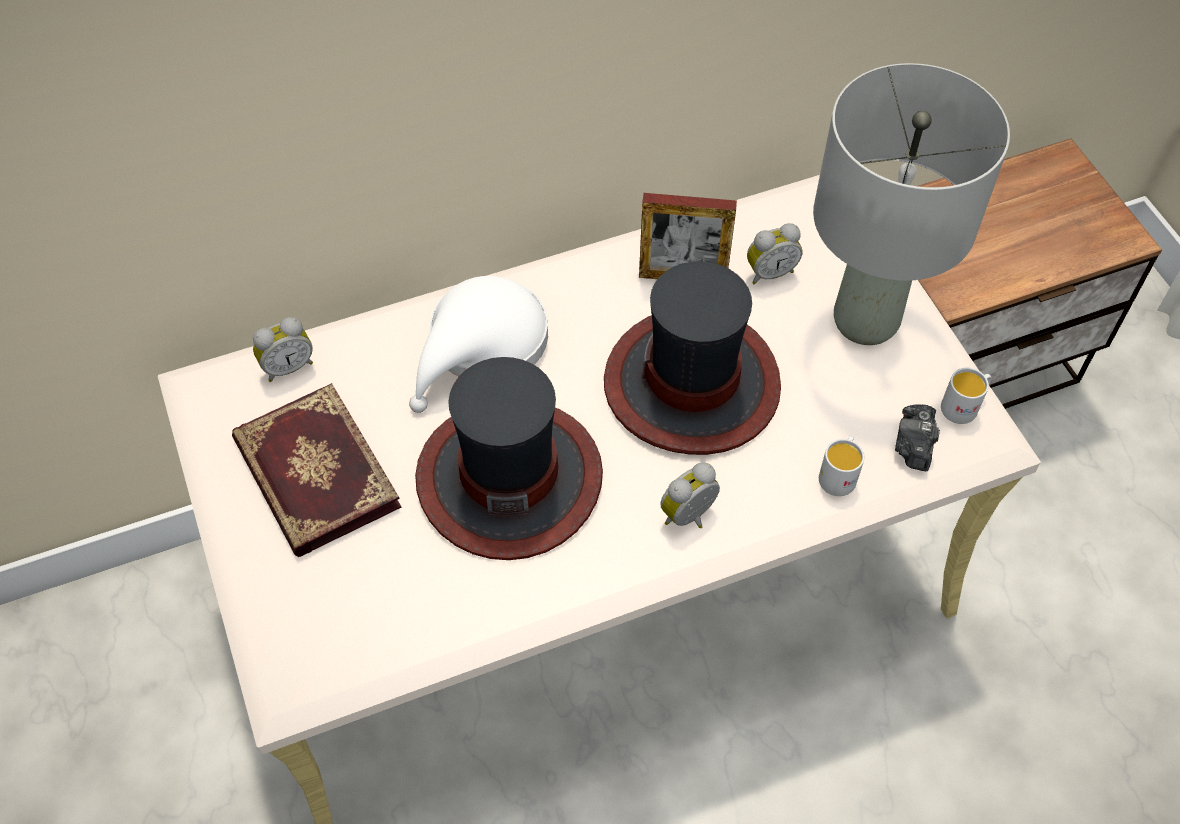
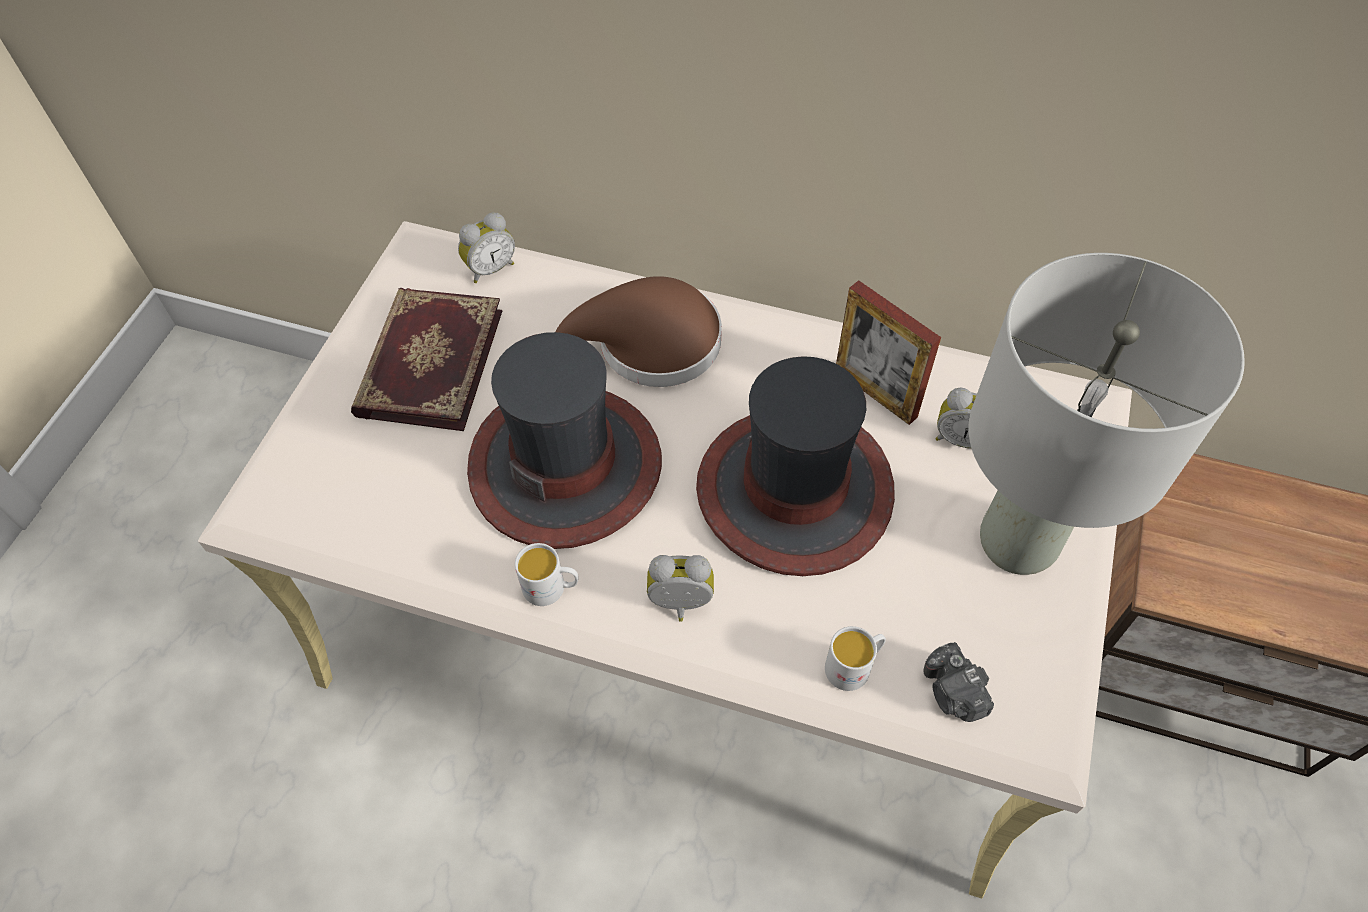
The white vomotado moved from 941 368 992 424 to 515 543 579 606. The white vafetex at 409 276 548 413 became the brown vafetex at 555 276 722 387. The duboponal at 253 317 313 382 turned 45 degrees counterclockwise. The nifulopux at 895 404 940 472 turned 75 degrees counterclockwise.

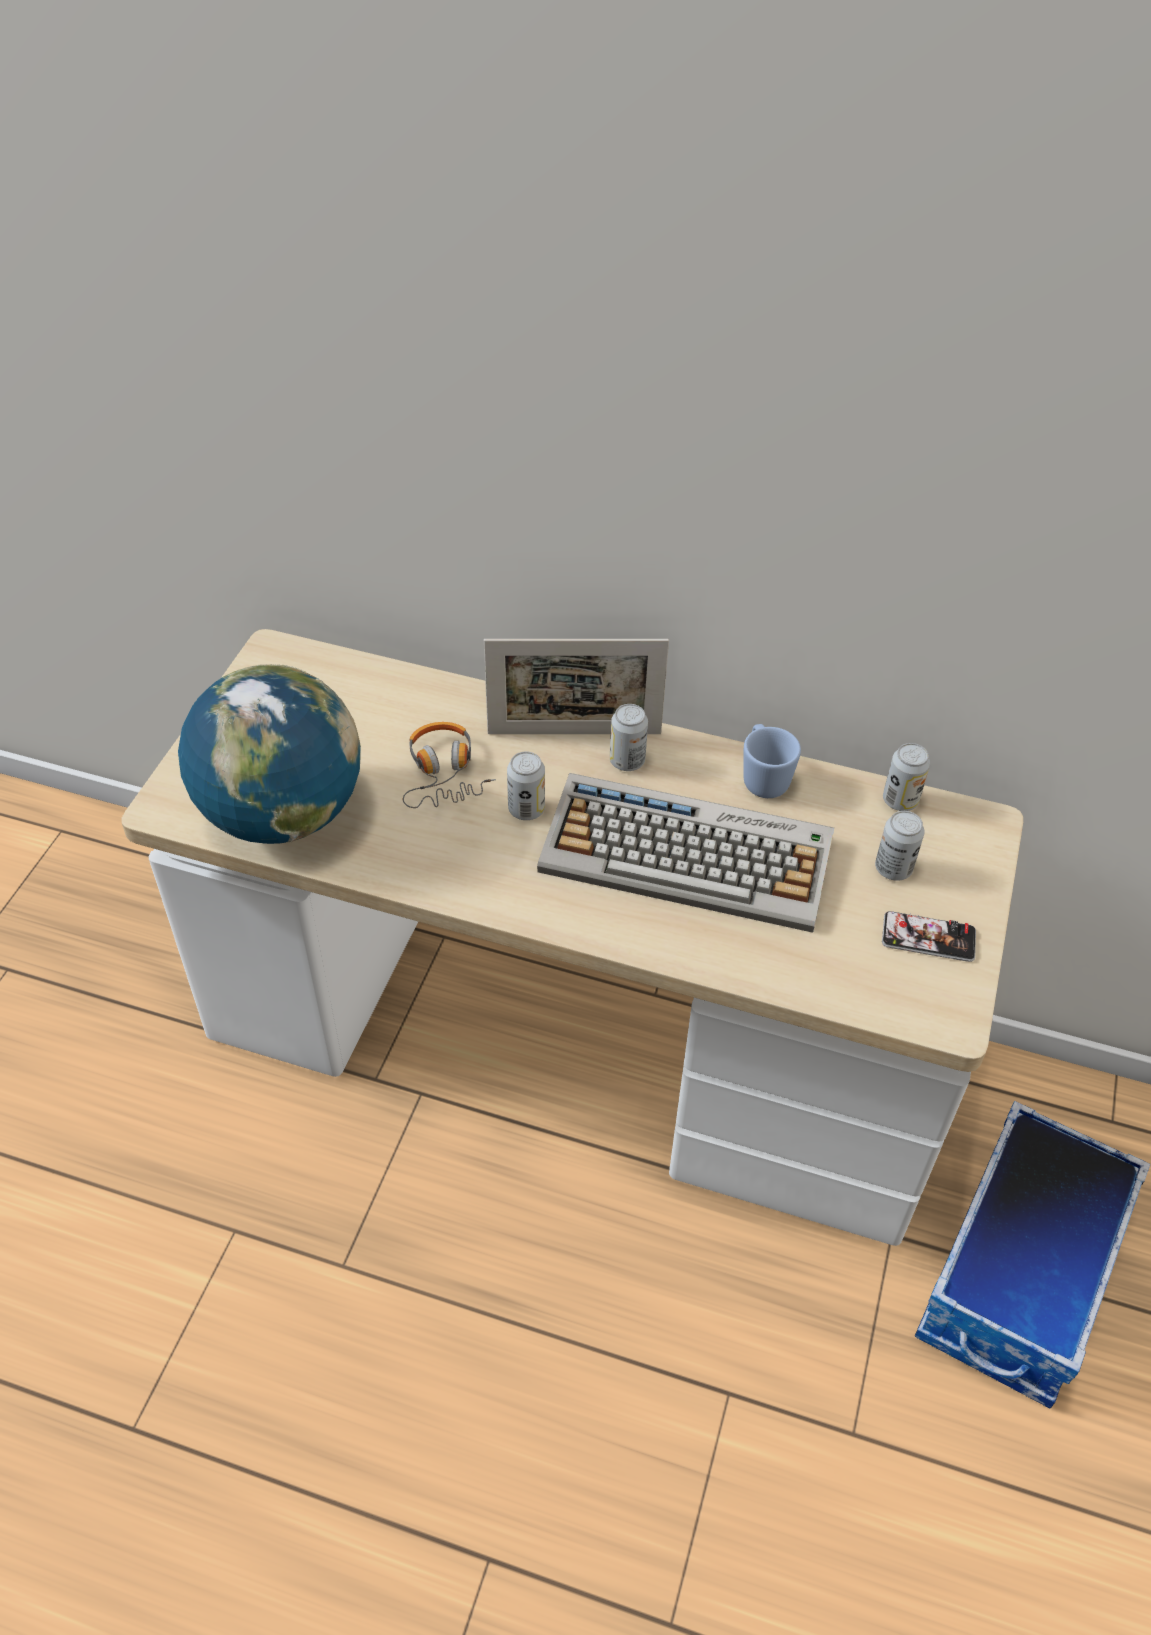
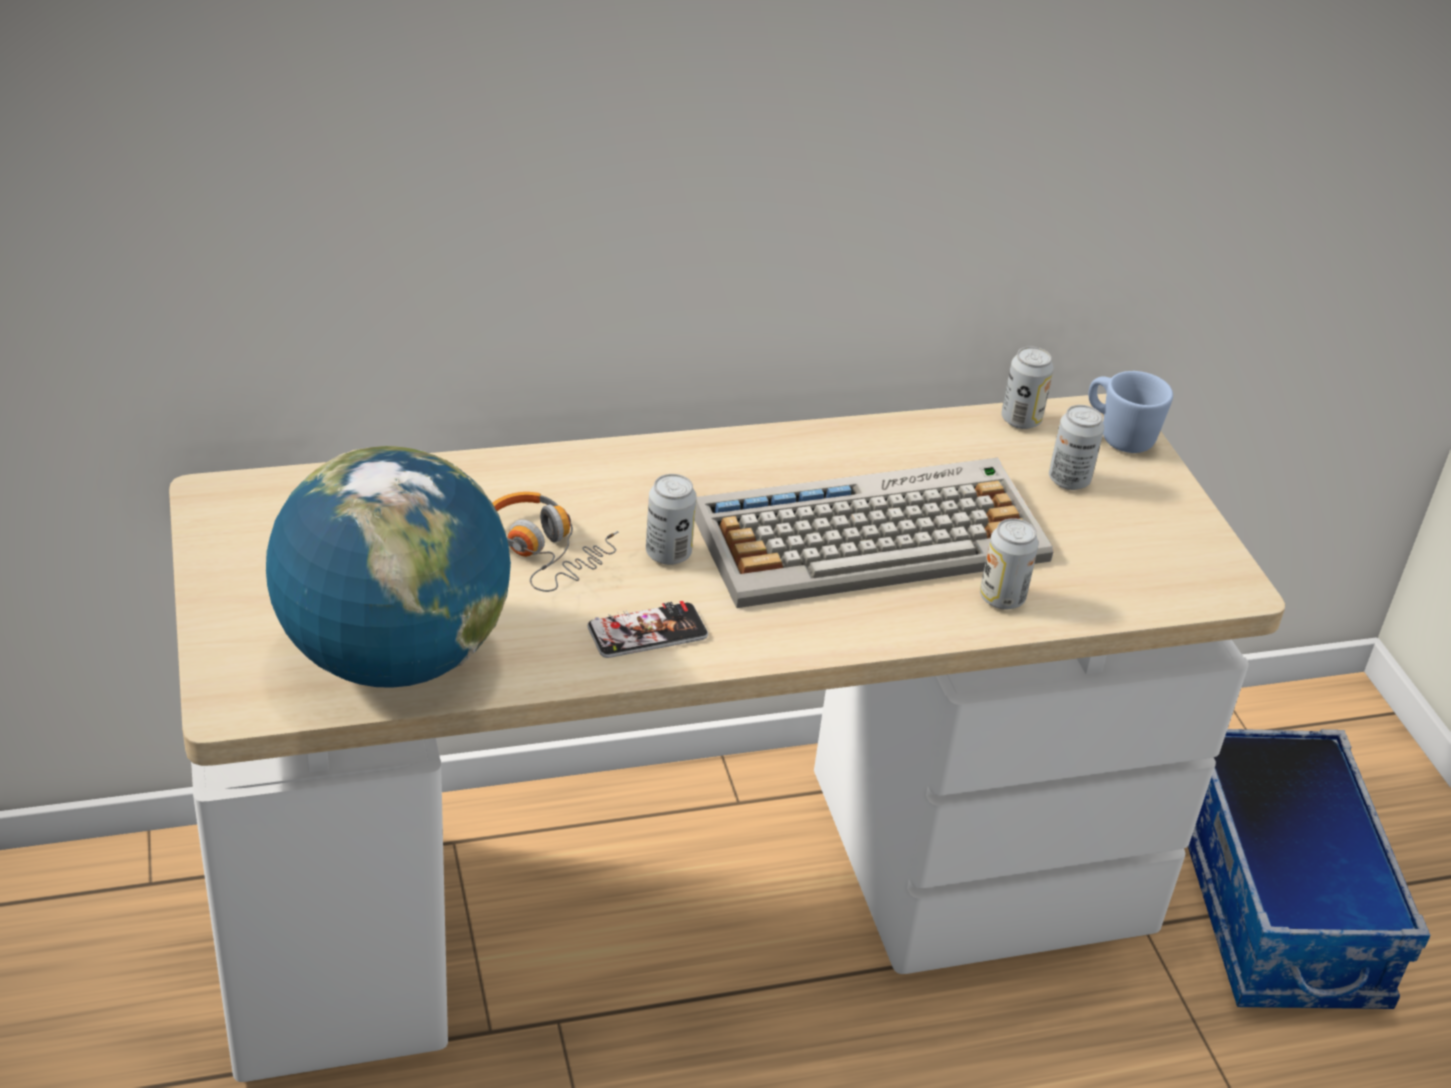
The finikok at 484 639 669 734 disappeared. The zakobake moved from 610 704 648 771 to 980 518 1039 610. The blue vomotado moved from 743 724 801 798 to 1088 371 1173 453. The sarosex moved from 882 911 976 962 to 587 601 708 658.

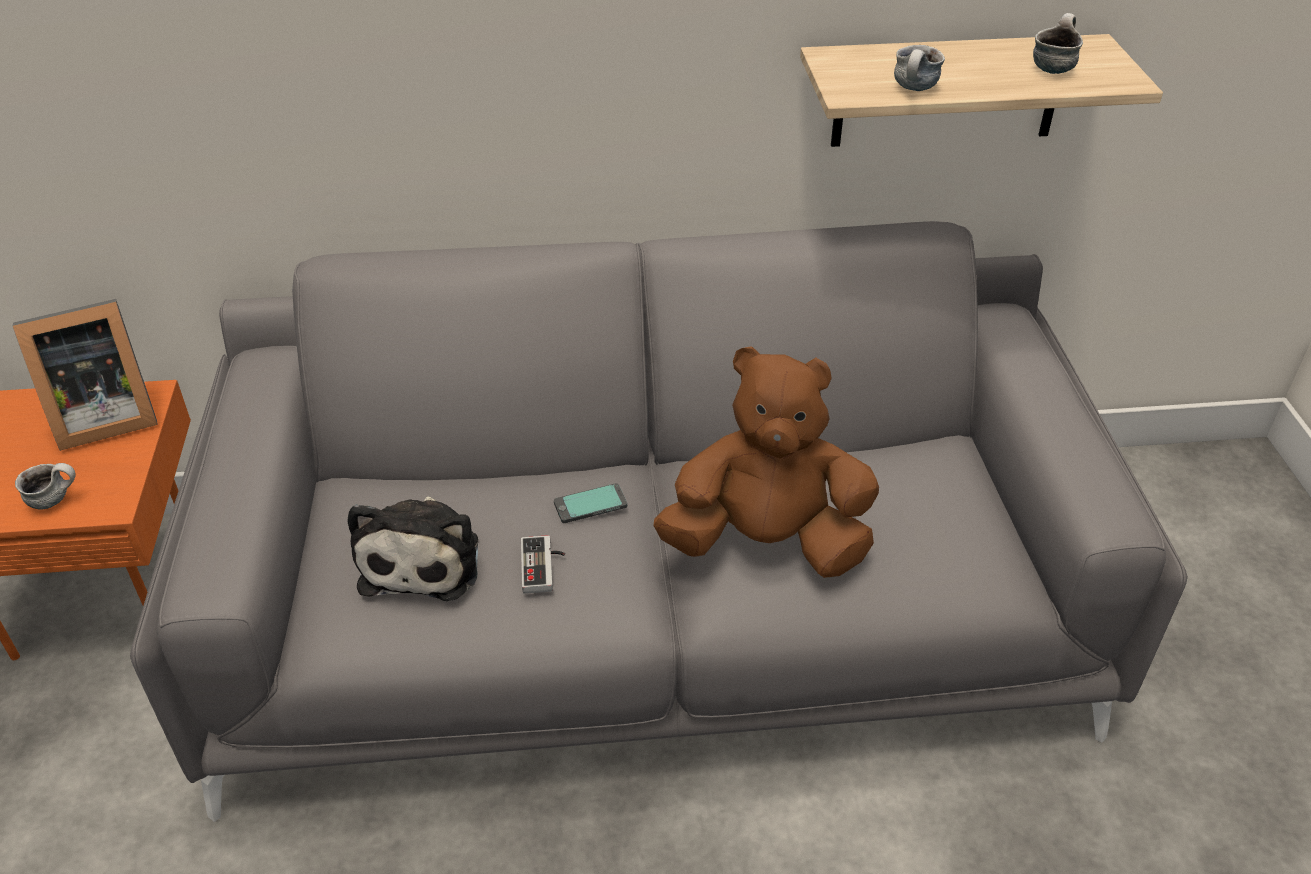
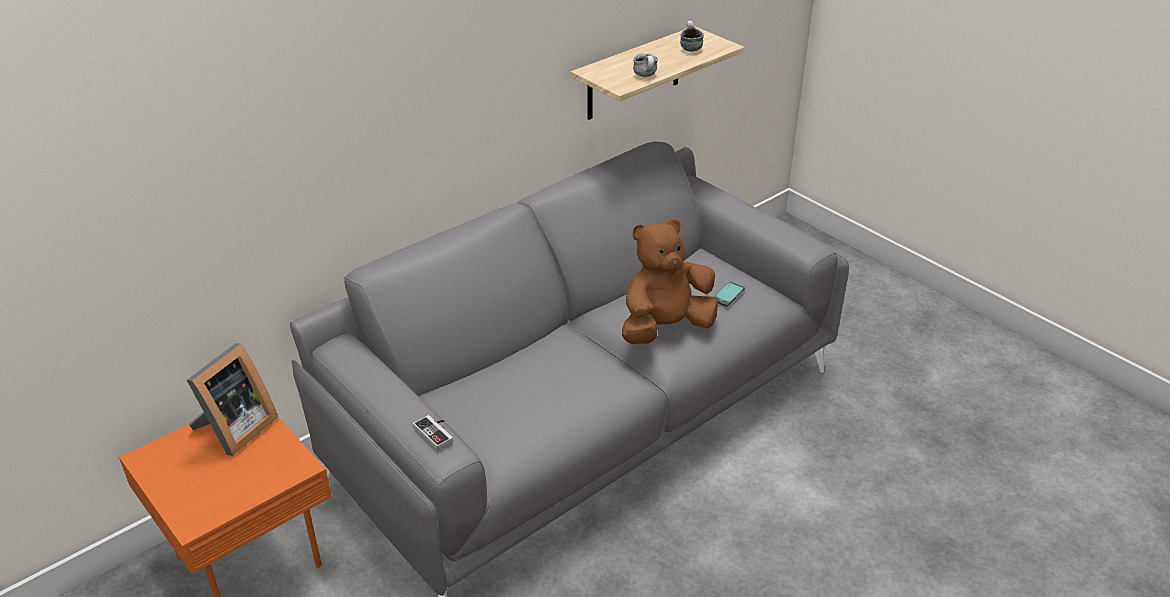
The vomotado at 15 463 76 510 disappeared. The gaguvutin at 347 497 478 601 disappeared. The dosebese moved from 521 535 565 594 to 413 415 453 451. The sarosex moved from 554 483 627 523 to 714 281 745 307.

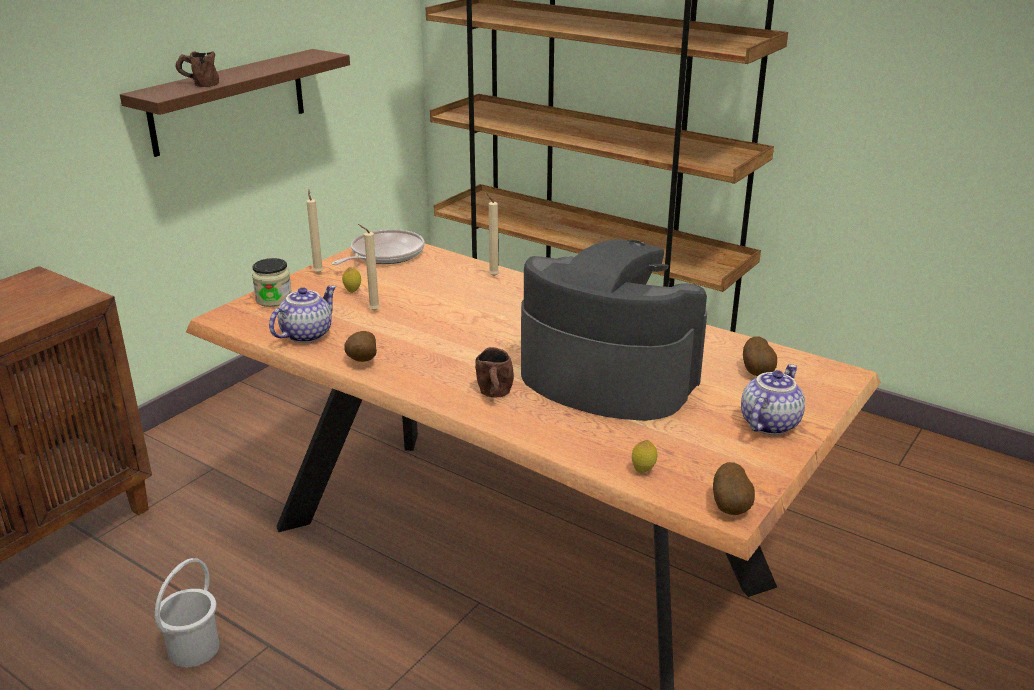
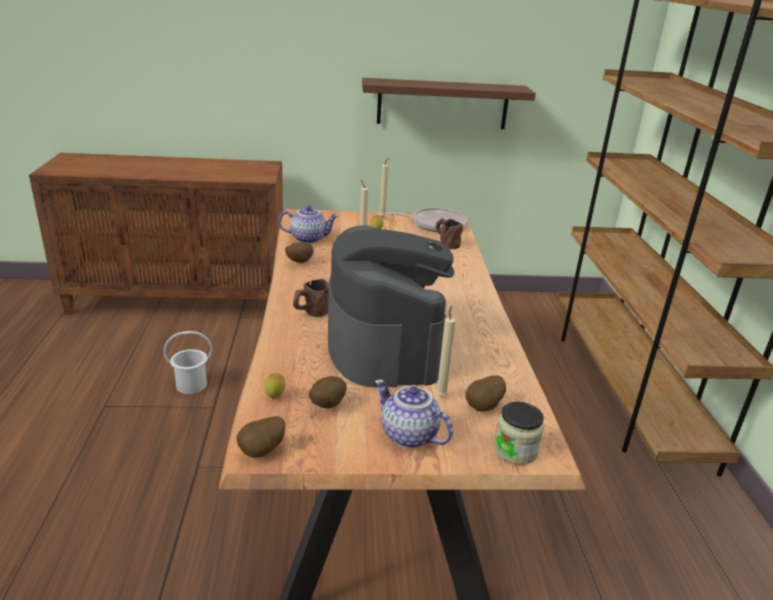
The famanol at 309 376 347 408 appeared. The brown vomotado moved from 176 51 219 87 to 435 218 463 249. The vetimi moved from 252 258 292 307 to 494 402 544 465. The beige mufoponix moved from 486 193 499 276 to 436 305 456 396. The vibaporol at 741 364 805 435 turned 135 degrees counterclockwise.

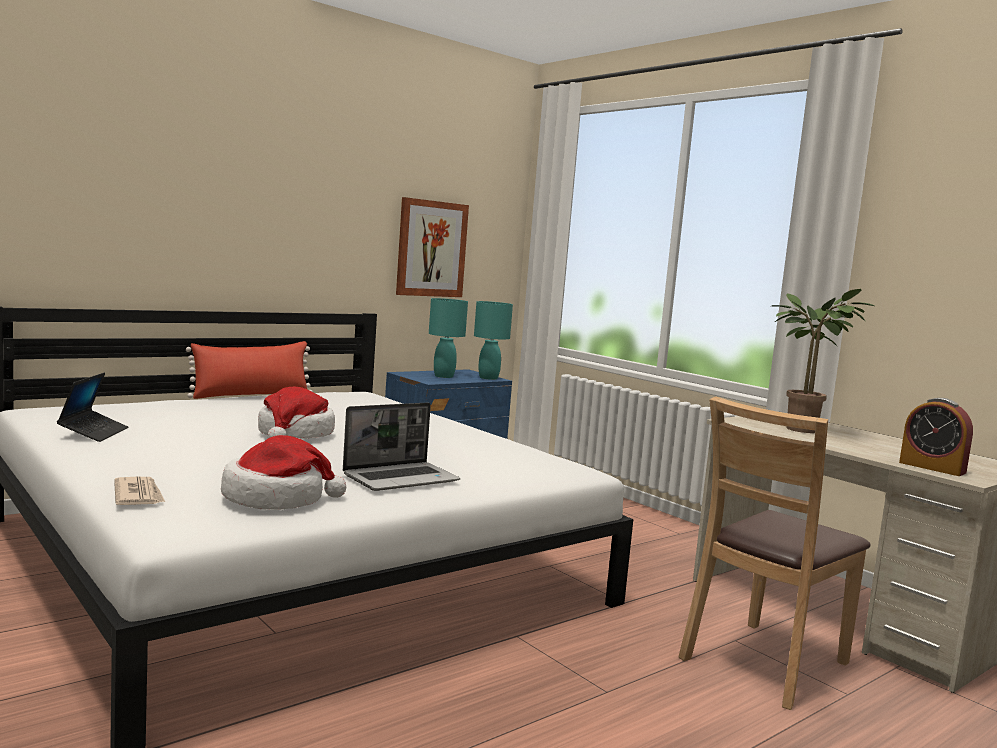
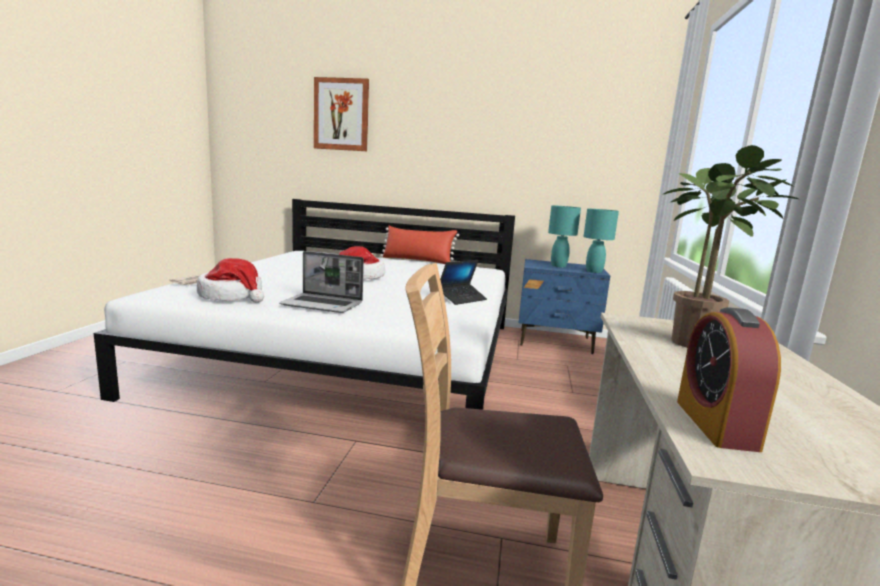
The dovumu moved from 57 373 128 442 to 440 260 487 305. The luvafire moved from 396 197 469 297 to 314 77 369 151.

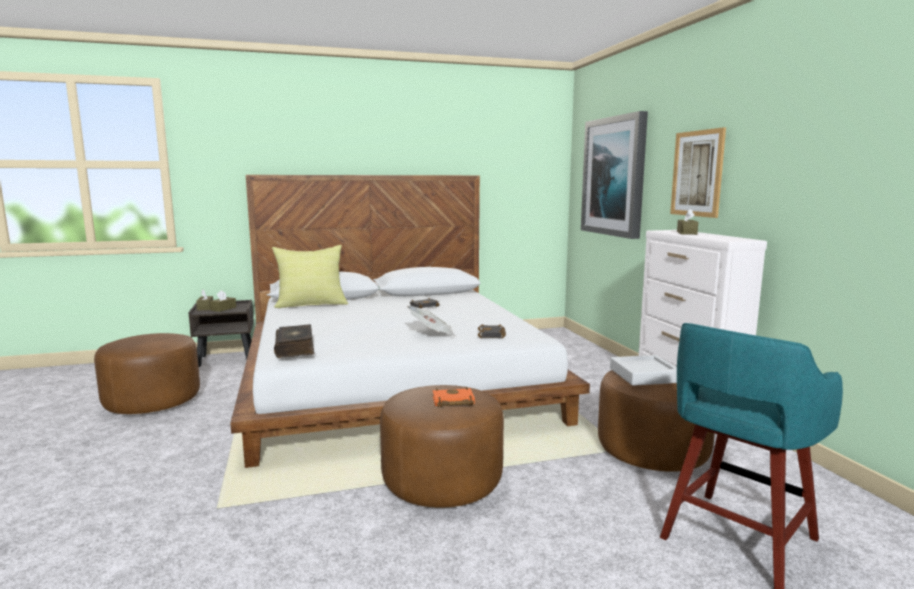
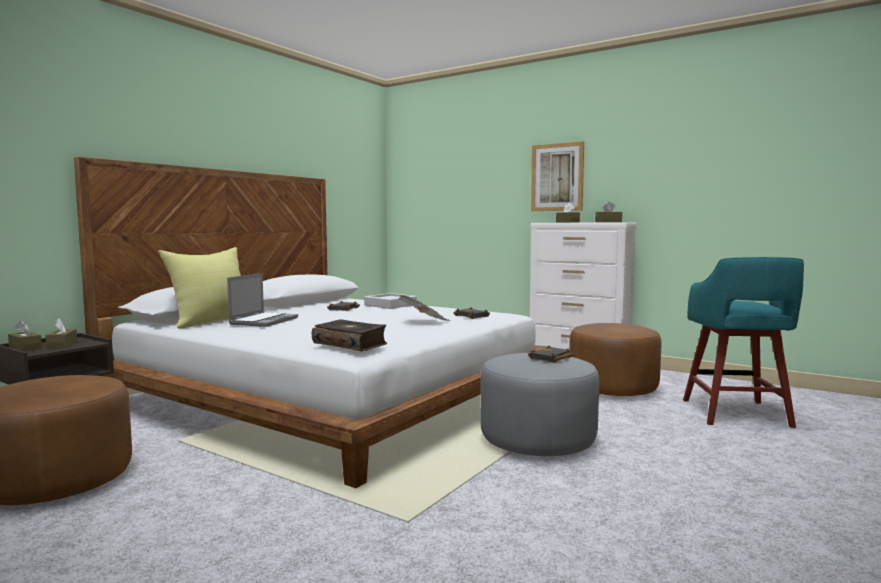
The luvafire at 581 111 648 239 disappeared. The dovumu at 227 273 298 327 appeared. The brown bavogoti at 595 202 622 222 appeared. The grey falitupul moved from 610 355 677 386 to 364 293 417 309. The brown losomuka at 380 385 504 508 became the grey losomuka at 480 353 599 456. The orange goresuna at 433 387 475 407 became the black goresuna at 528 345 574 363.

